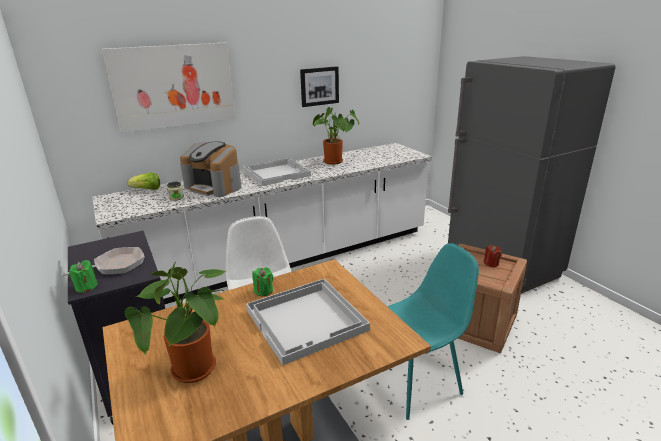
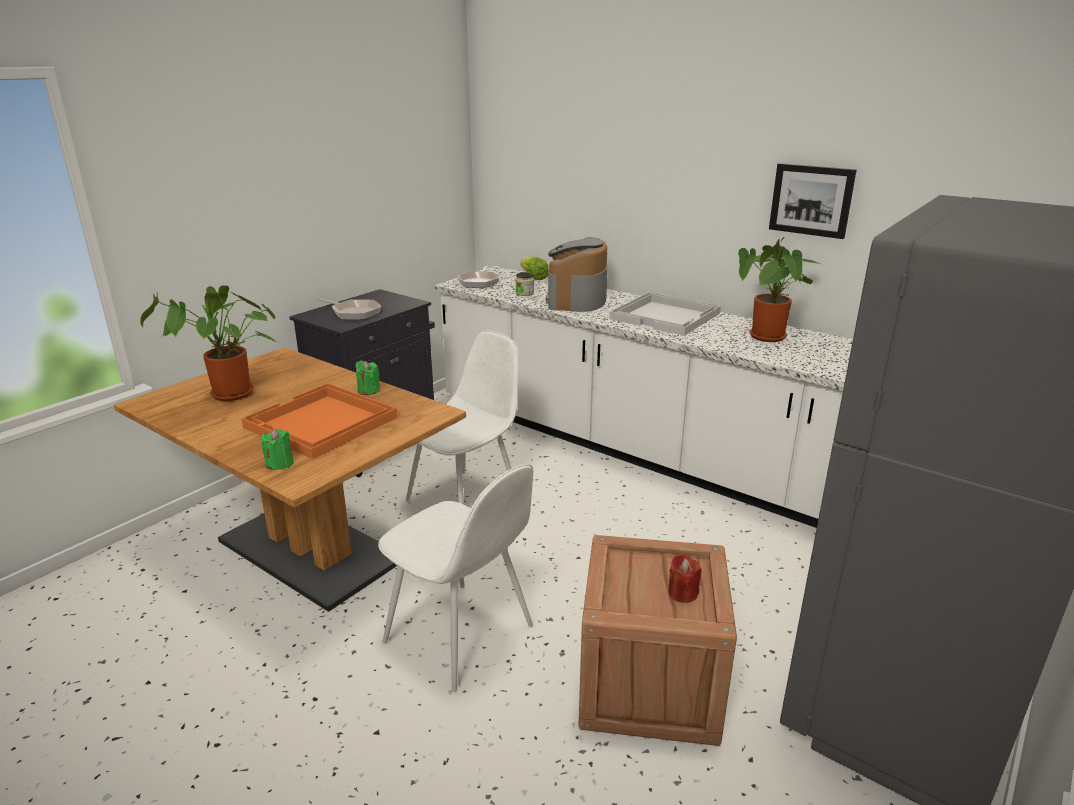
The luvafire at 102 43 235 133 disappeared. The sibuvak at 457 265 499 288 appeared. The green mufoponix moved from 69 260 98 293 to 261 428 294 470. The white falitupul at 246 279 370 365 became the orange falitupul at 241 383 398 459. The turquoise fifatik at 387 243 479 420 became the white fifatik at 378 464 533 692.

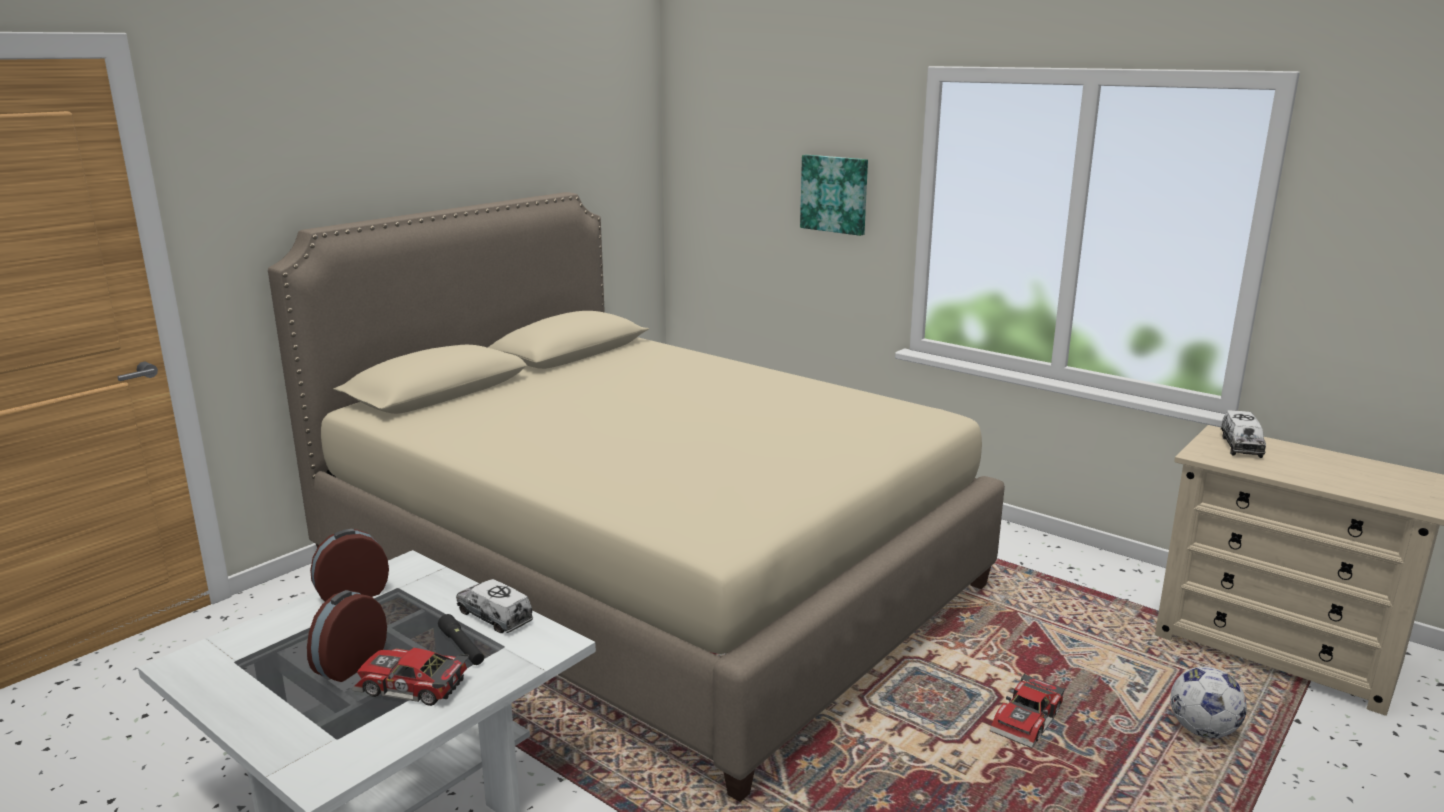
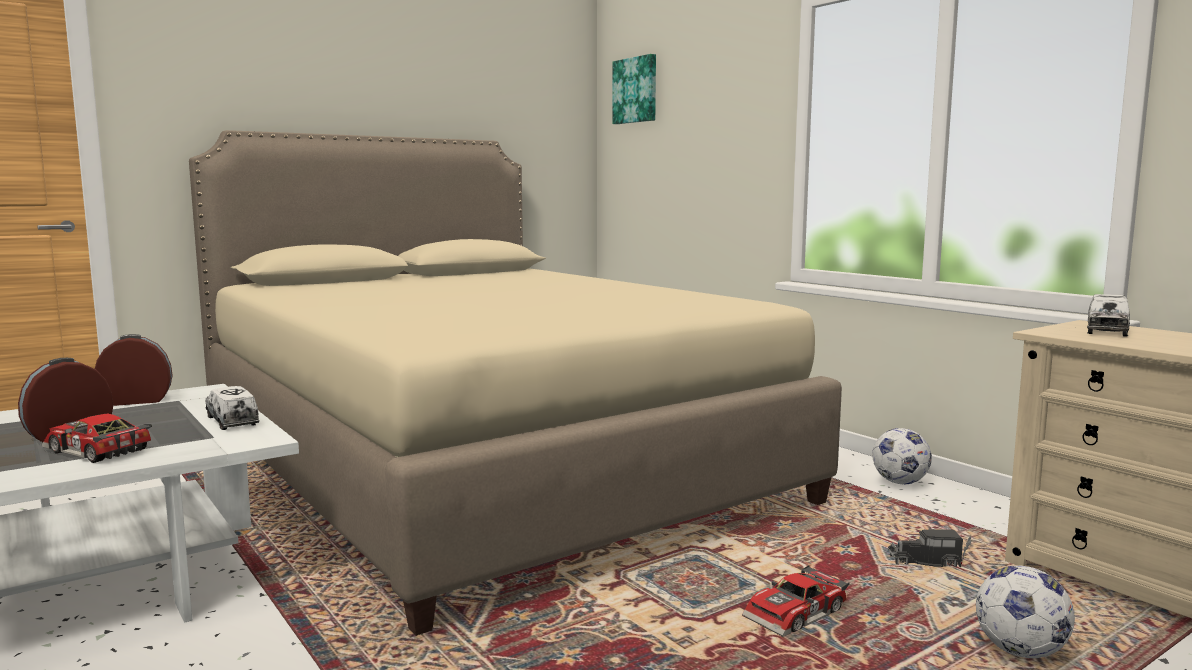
The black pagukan at 438 614 484 665 disappeared. The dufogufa at 872 428 932 485 appeared. The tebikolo at 888 529 972 567 appeared. The luvafire moved from 800 155 868 236 to 612 54 656 124.

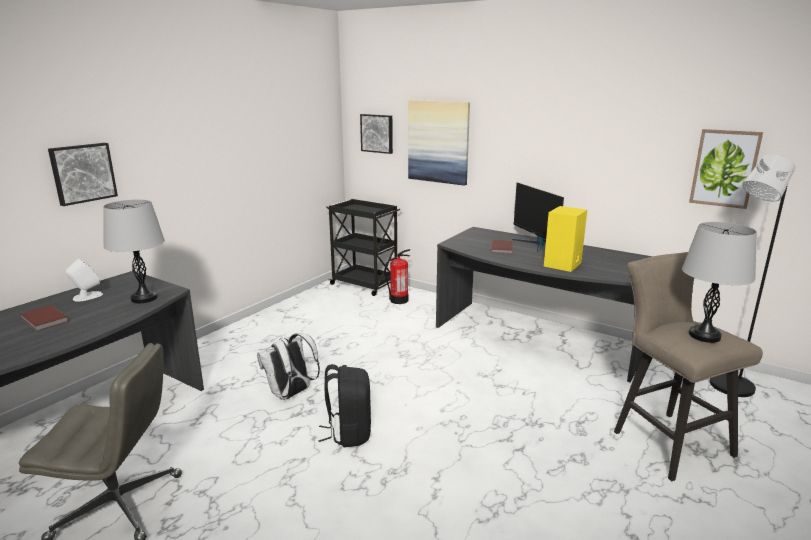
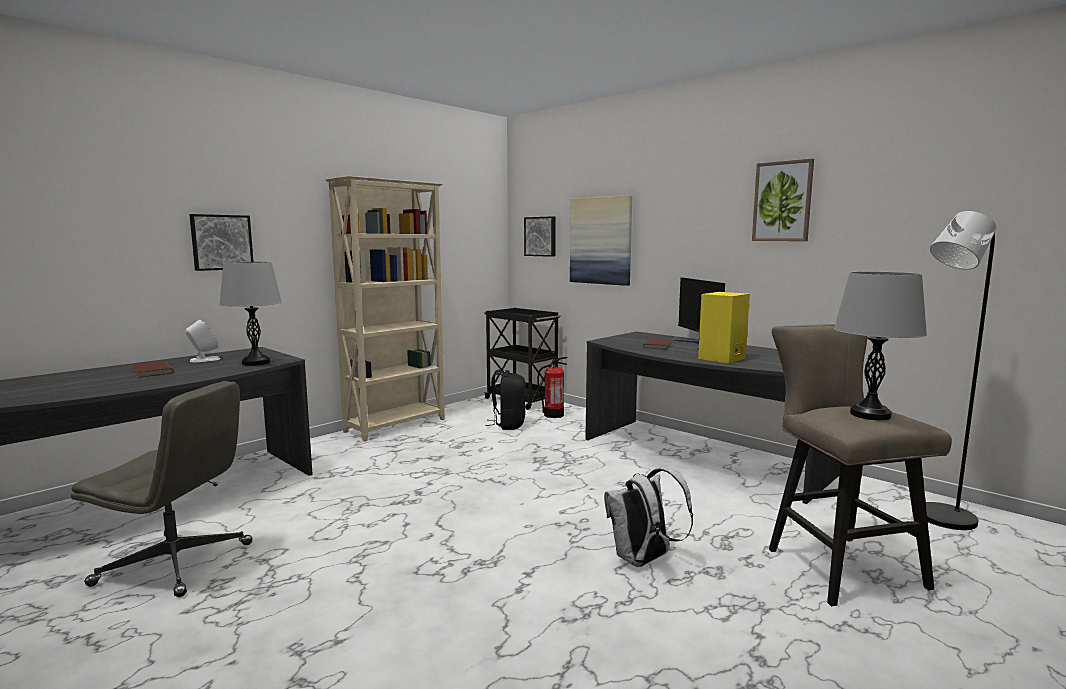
The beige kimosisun at 325 176 445 441 appeared. The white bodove moved from 257 333 320 400 to 604 468 693 567. The black bodove moved from 318 364 371 447 to 485 370 525 430. The luvafire moved from 689 129 763 209 to 752 159 814 241.

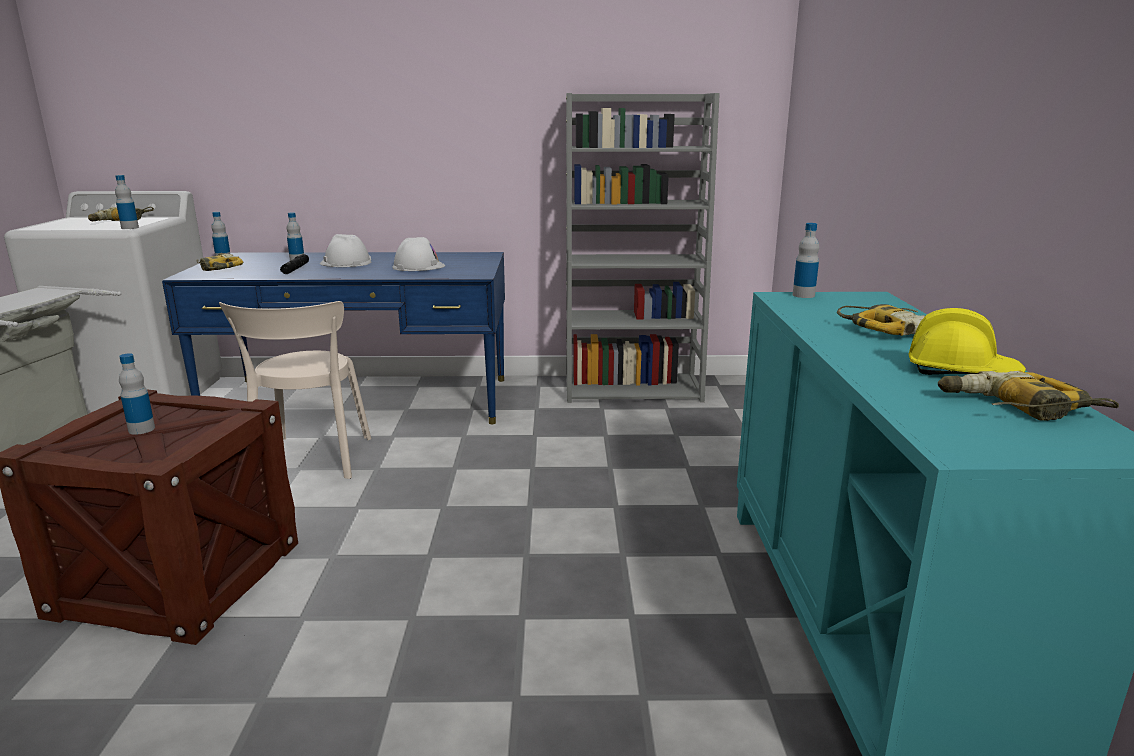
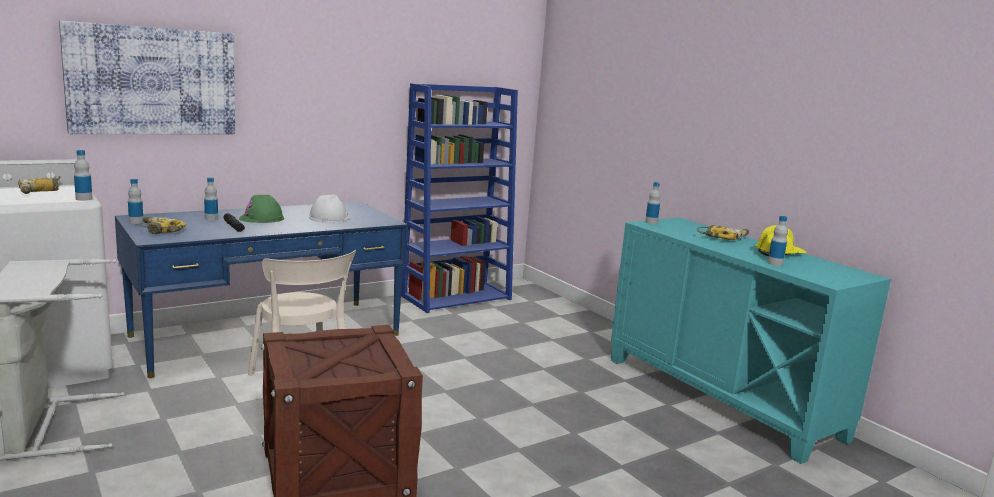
The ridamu at 938 370 1119 421 disappeared. The luvafire at 59 21 235 134 appeared. The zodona moved from 119 353 155 435 to 767 216 788 266. The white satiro at 320 234 371 267 became the green satiro at 239 195 284 223. The grey kimosisun at 566 93 720 403 became the blue kimosisun at 401 83 518 313.

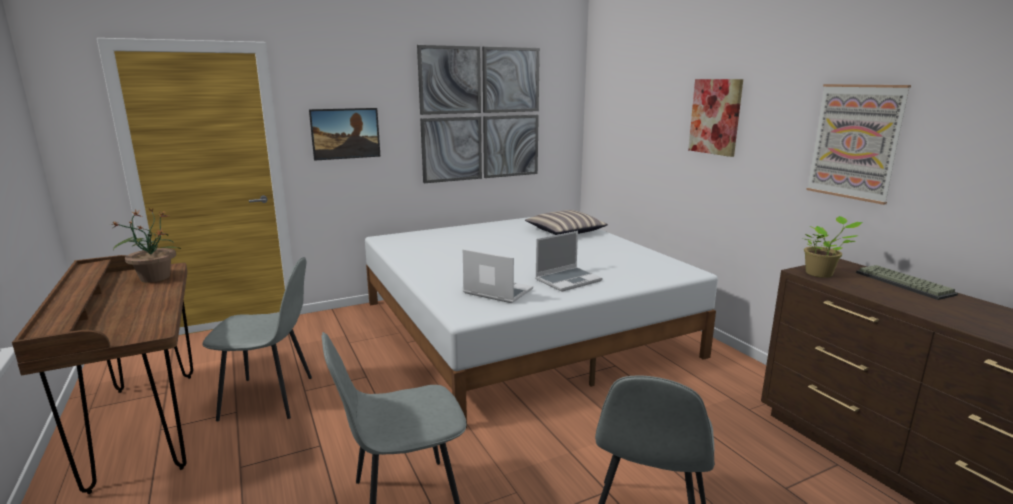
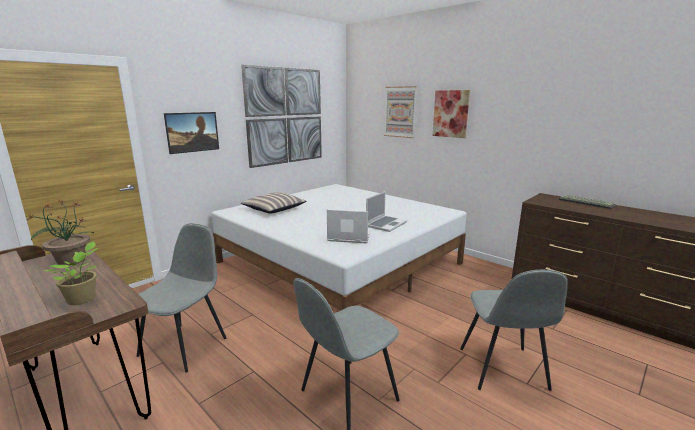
The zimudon moved from 525 210 608 235 to 241 192 306 214. The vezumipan moved from 804 216 863 278 to 43 241 98 305. The luvafire moved from 806 84 911 205 to 384 86 417 138. The grey fifatik at 203 257 312 421 turned 45 degrees counterclockwise.

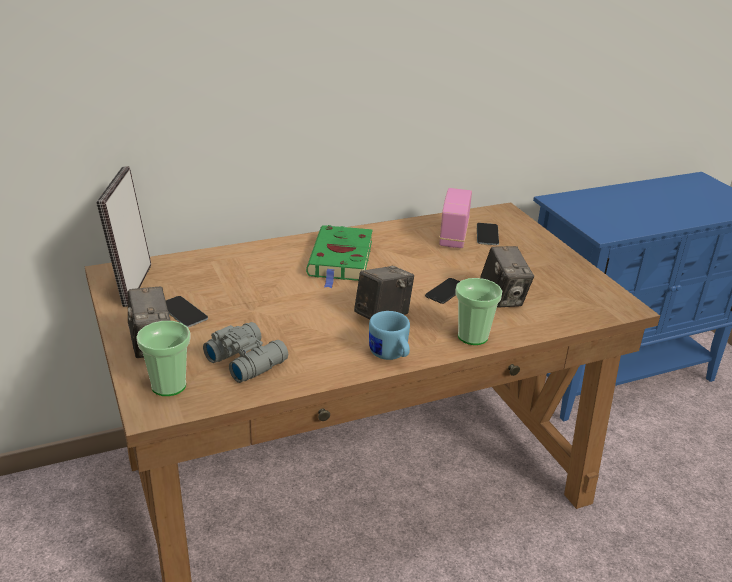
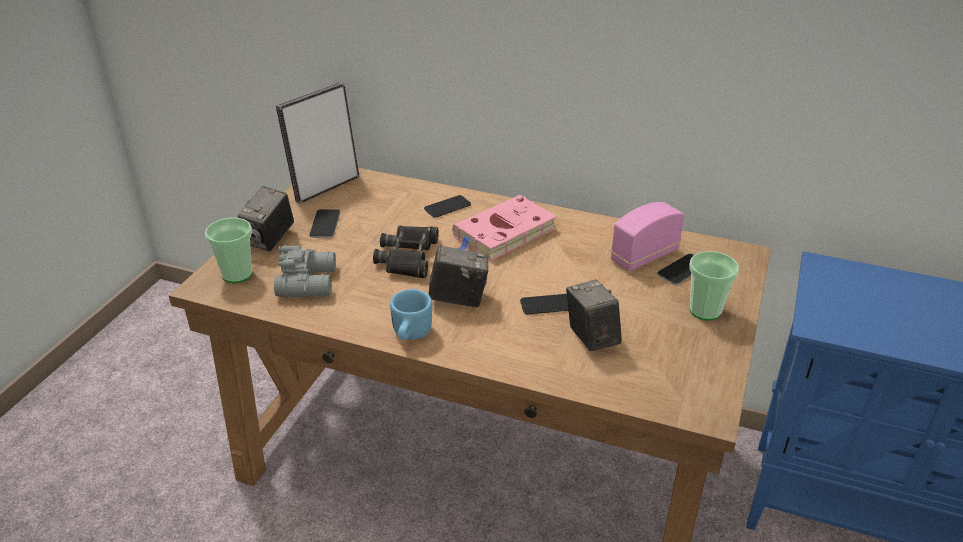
The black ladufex at 373 225 439 278 appeared. The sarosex at 424 195 471 217 appeared. The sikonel moved from 455 278 502 345 to 690 251 739 321. The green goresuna at 306 225 373 288 became the pink goresuna at 452 195 557 261. The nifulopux at 480 246 534 308 turned 135 degrees clockwise.

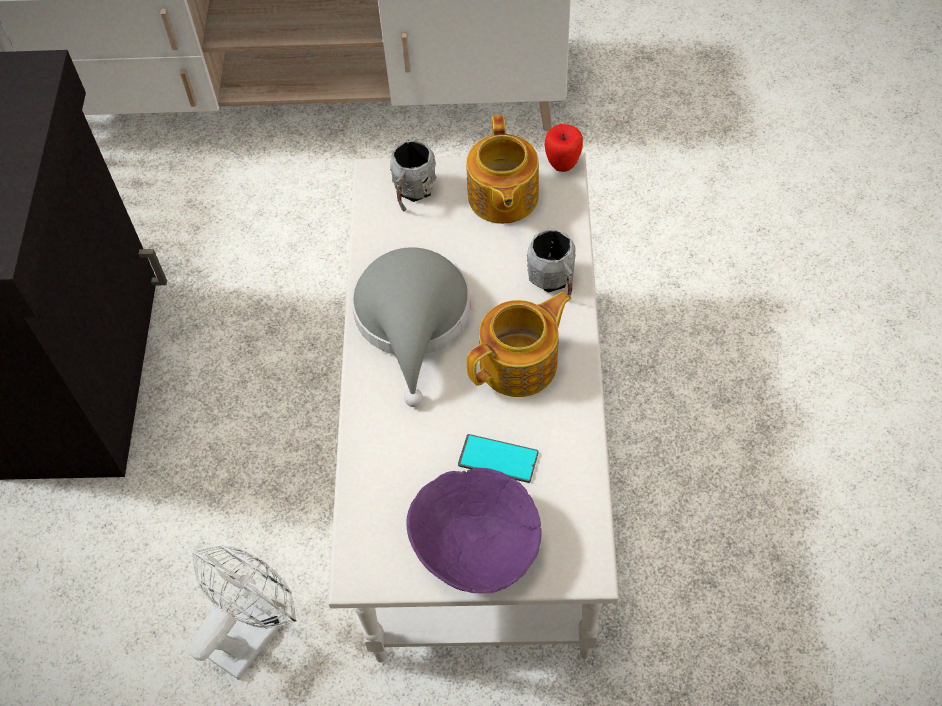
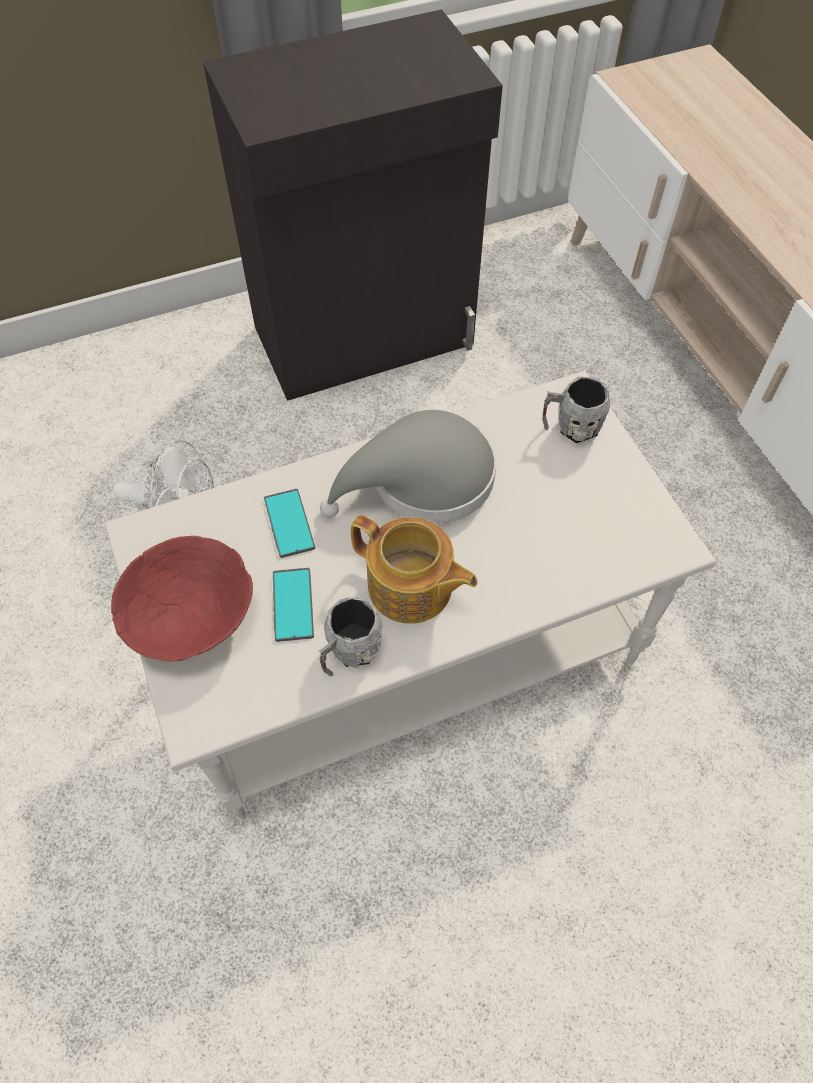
The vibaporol at 466 115 539 224 disappeared. The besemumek at 545 124 583 172 disappeared. The sarosex at 264 489 315 558 appeared. The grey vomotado moved from 527 228 576 296 to 318 597 382 676. The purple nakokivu at 406 468 541 593 became the red nakokivu at 111 536 253 662.

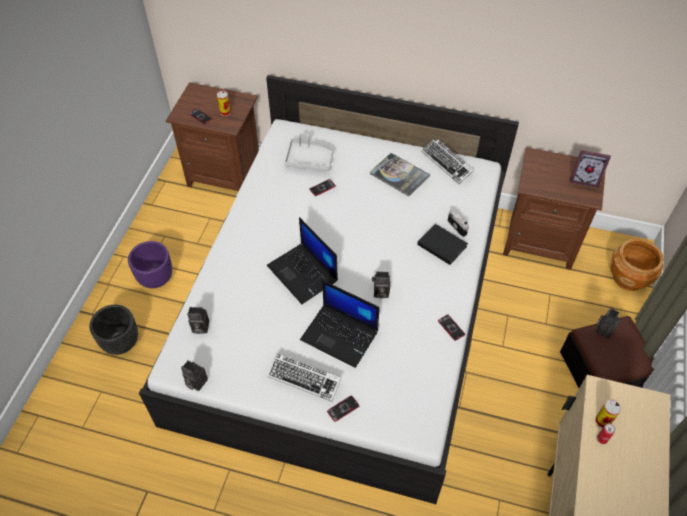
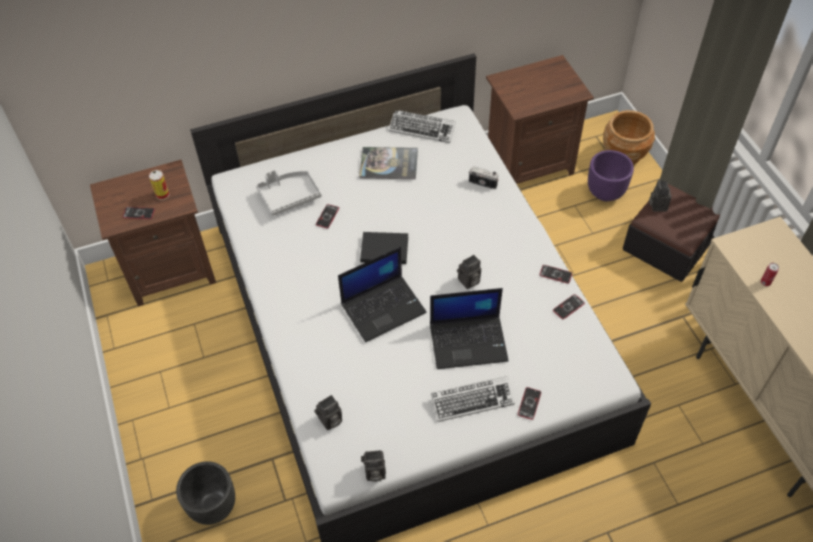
The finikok at 569 150 611 188 disappeared. The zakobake at 595 399 621 428 disappeared. The sarosex at 553 294 585 319 appeared. The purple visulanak moved from 128 241 172 288 to 588 150 634 201. The black goresuna moved from 417 224 468 265 to 360 232 408 264. The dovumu at 267 217 338 304 turned 45 degrees counterclockwise.

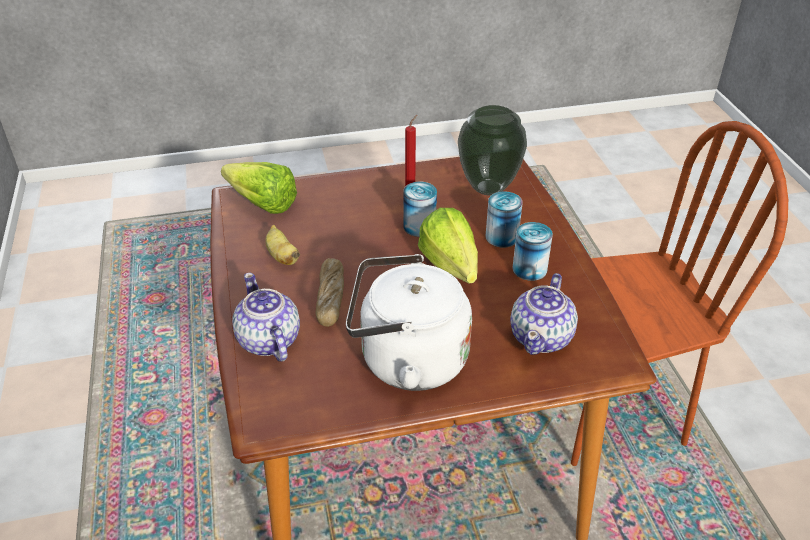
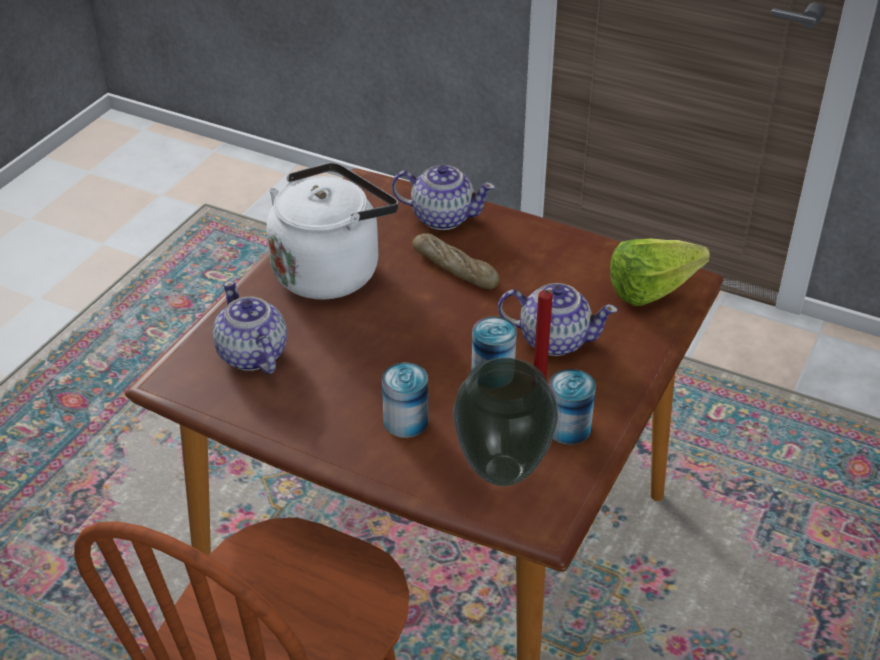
The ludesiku at 265 225 300 265 disappeared. The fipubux at 418 208 478 284 disappeared. The vibaporol at 498 283 618 356 appeared. The zakobake moved from 513 222 553 281 to 549 369 596 445.

